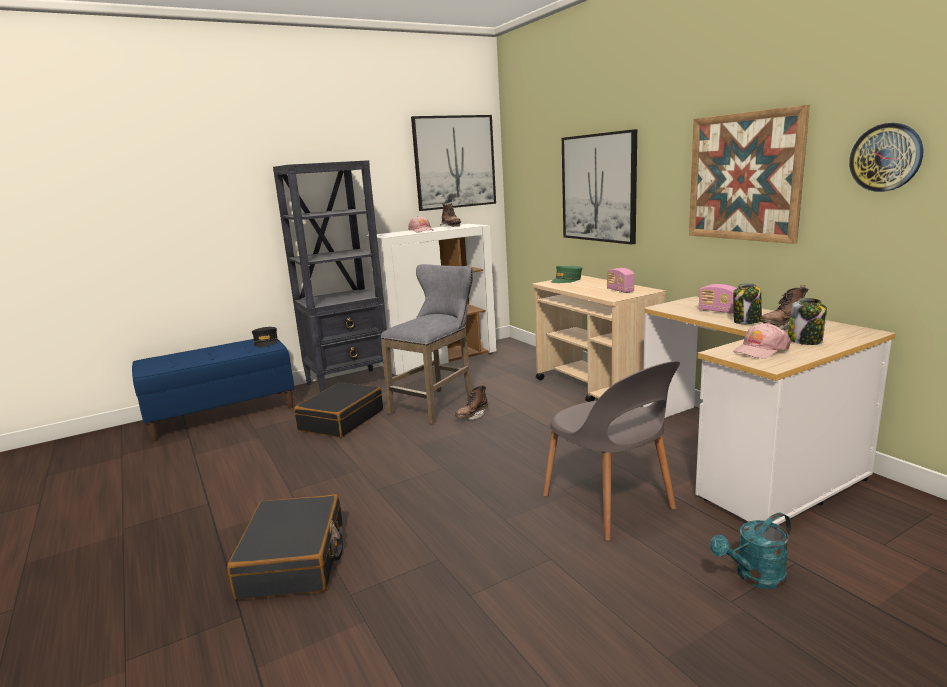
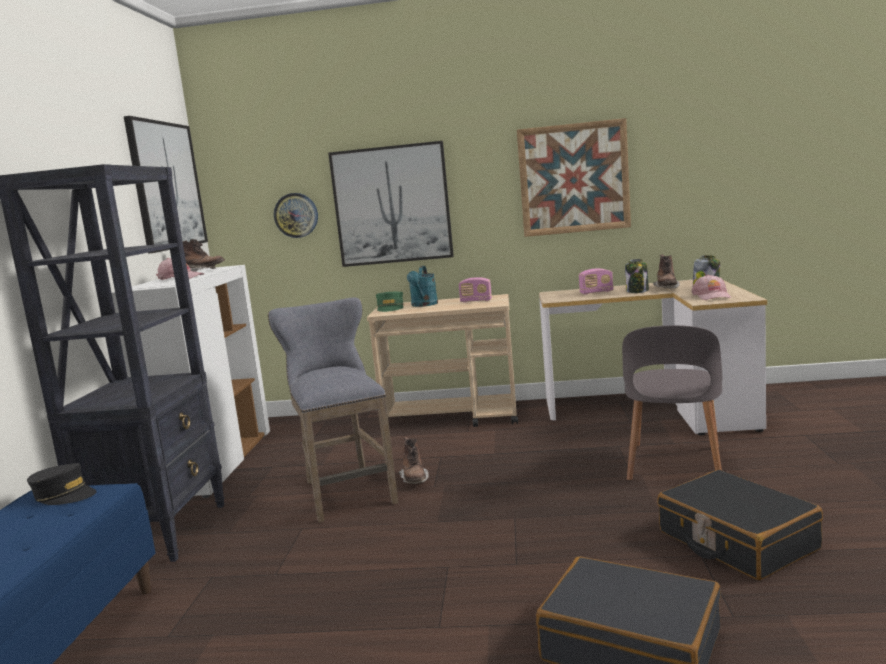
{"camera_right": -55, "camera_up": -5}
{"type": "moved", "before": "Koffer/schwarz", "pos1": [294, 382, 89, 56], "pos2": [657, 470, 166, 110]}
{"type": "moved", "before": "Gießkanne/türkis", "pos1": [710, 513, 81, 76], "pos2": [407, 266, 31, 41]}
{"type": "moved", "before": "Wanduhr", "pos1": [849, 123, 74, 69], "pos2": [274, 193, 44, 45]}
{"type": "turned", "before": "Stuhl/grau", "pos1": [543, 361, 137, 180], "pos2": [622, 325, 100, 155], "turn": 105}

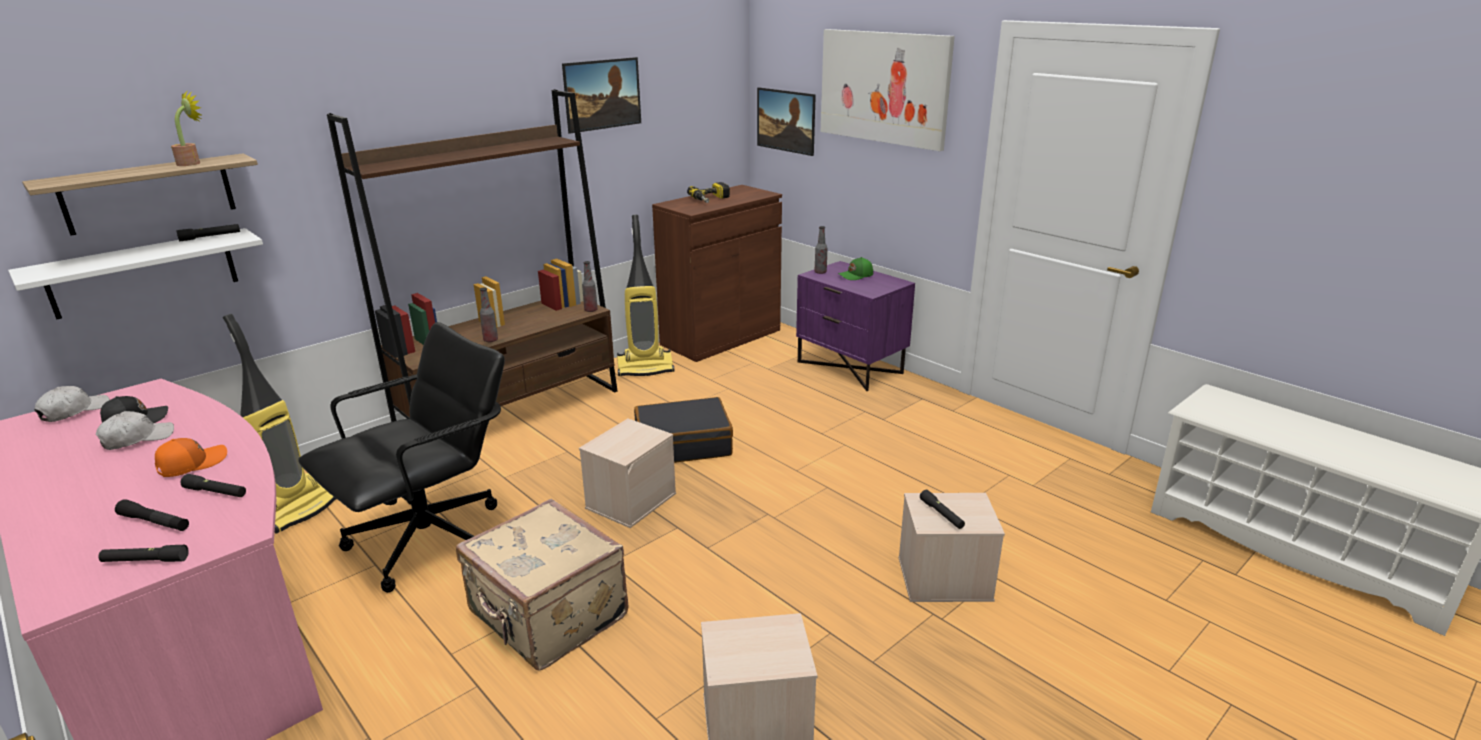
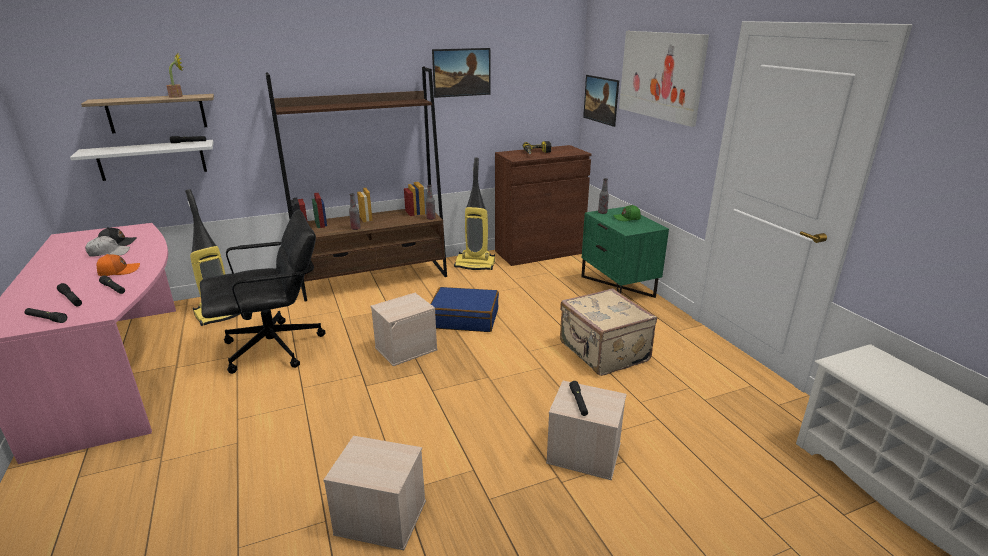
{"camera_right": 20, "camera_up": 0}
{"type": "removed", "before": "Kappe/weiß", "pos1": [34, 386, 76, 36]}
{"type": "moved", "before": "Koffer/beige", "pos1": [456, 499, 172, 171], "pos2": [560, 289, 97, 87]}
{"type": "recoloured", "before": "Koffer/schwarz", "after": "Koffer/blau", "pos1": [634, 397, 99, 66], "pos2": [430, 287, 69, 45]}
{"type": "recoloured", "before": "Nachttisch/lila", "after": "Nachttisch/grün", "pos1": [796, 261, 119, 130], "pos2": [581, 207, 88, 91]}

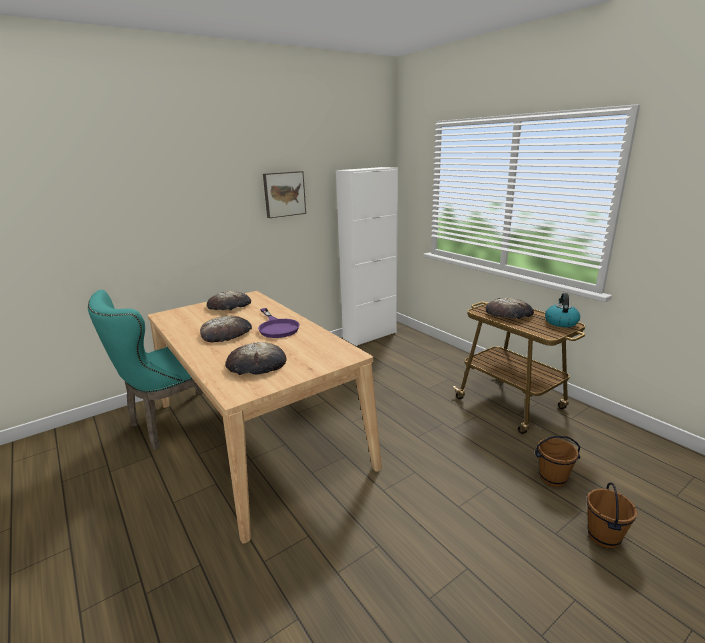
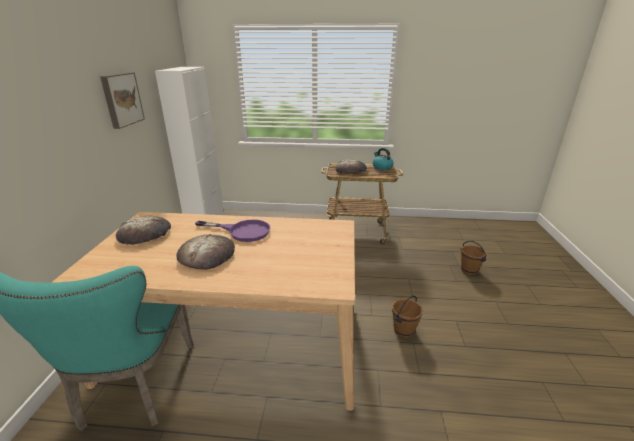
{"camera_right": -50, "camera_up": 5}
{"type": "removed", "before": "Brot", "pos1": [225, 342, 61, 33]}
{"type": "moved", "before": "Eimer/braun", "pos1": [535, 436, 45, 51], "pos2": [392, 296, 31, 42]}

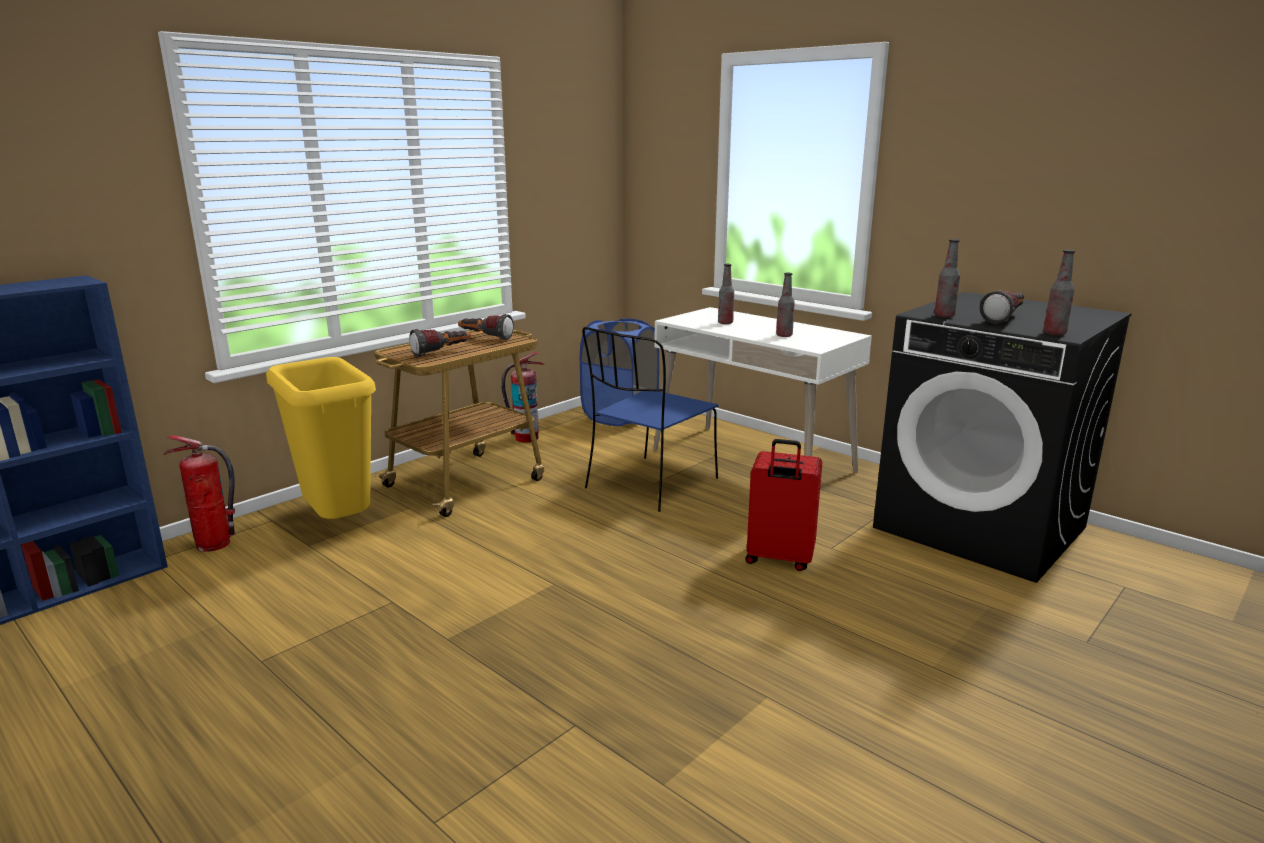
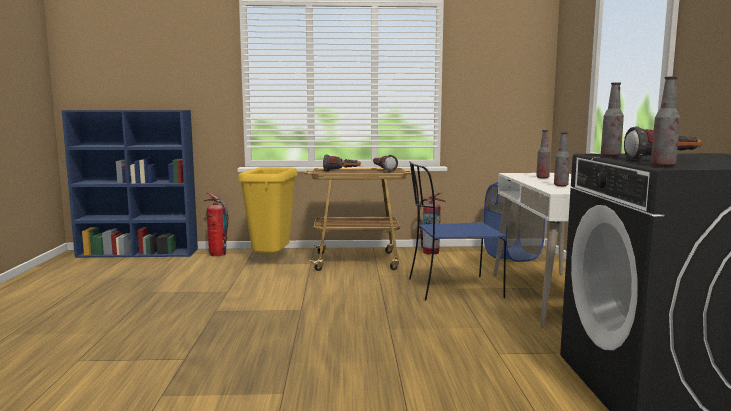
{"camera_right": 45, "camera_up": -10}
{"type": "removed", "before": "Koffer/rot", "pos1": [745, 439, 77, 132]}

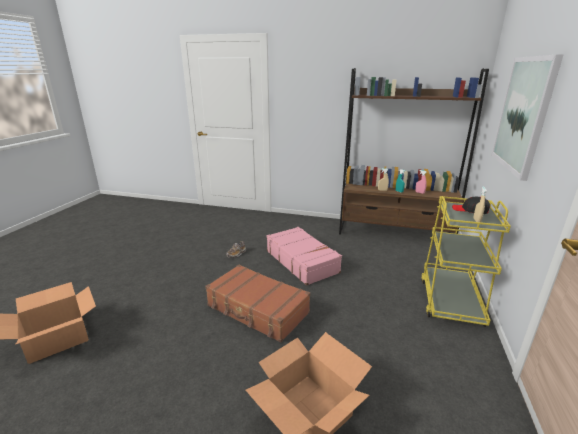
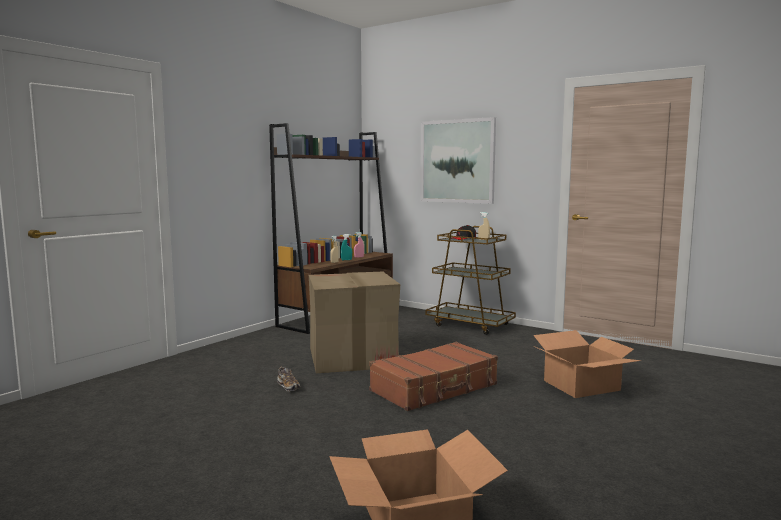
{"camera_right": -70, "camera_up": -15}
{"type": "replaced", "before": "Koffer/rosa", "after": "Karton", "pos1": [267, 227, 75, 59], "pos2": [309, 272, 91, 101]}
{"type": "recoloured", "before": "Rollwagen/gelb", "after": "Rollwagen/braun", "pos1": [421, 196, 90, 131], "pos2": [426, 226, 90, 109]}

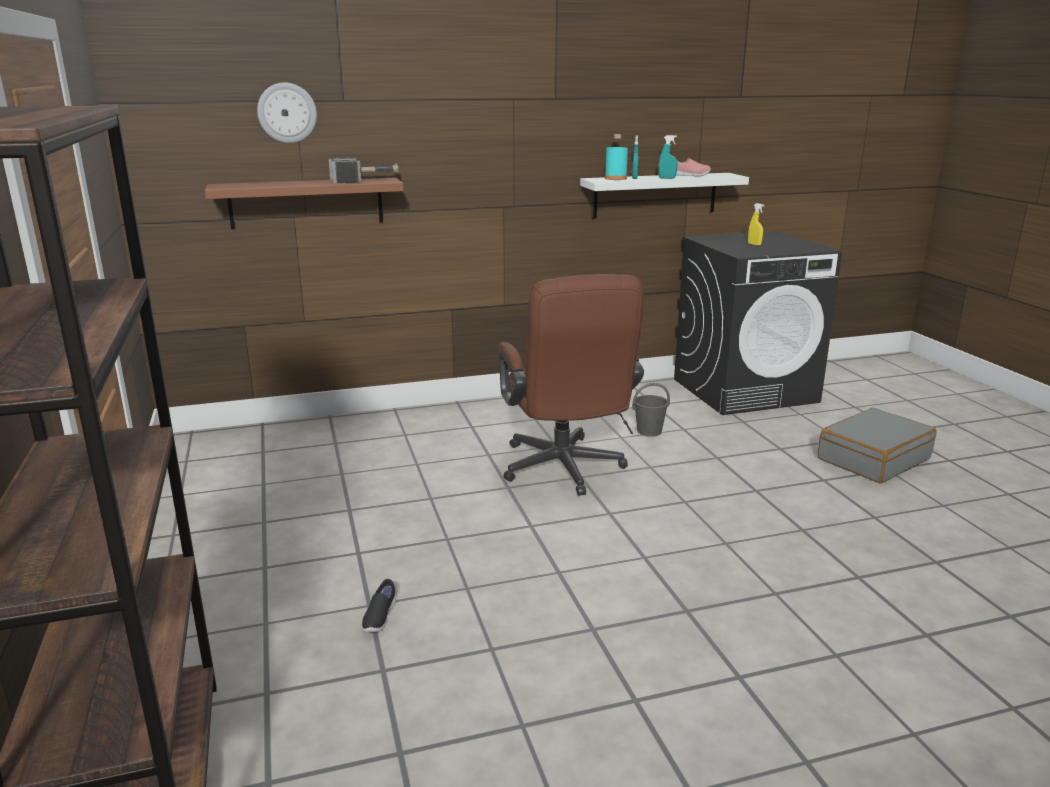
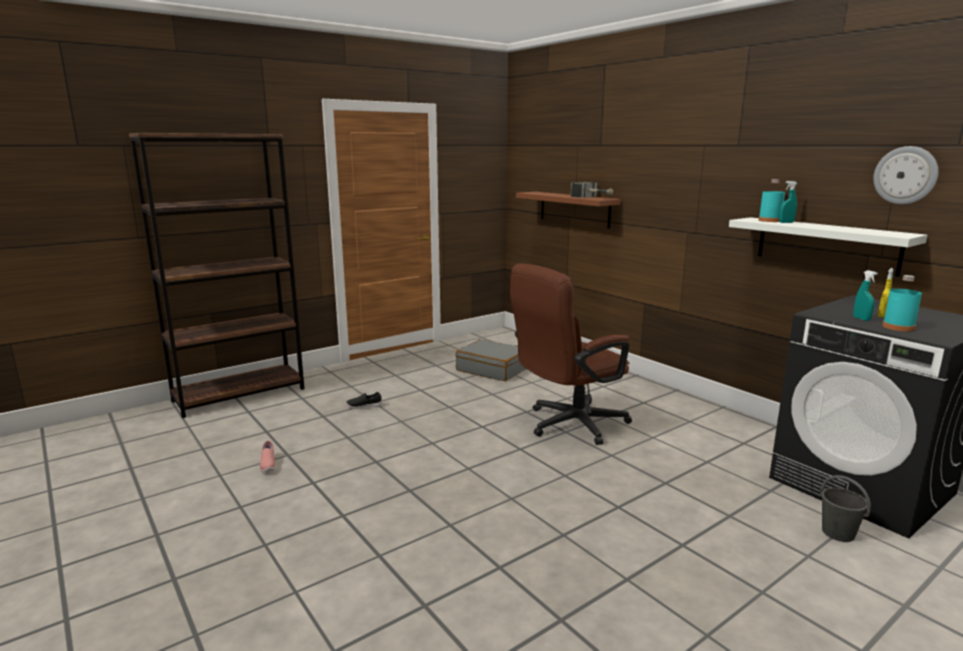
{"camera_right": 70, "camera_up": -5}
{"type": "added", "after": "Flasche/türkis", "pos2": [882, 275, 40, 57]}
{"type": "moved", "before": "Wanduhr", "pos1": [257, 82, 60, 61], "pos2": [873, 146, 66, 58]}
{"type": "moved", "before": "Eimer/grau", "pos1": [632, 383, 38, 54], "pos2": [820, 475, 51, 67]}
{"type": "moved", "before": "Sprühflasche/türkis", "pos1": [659, 135, 18, 44], "pos2": [853, 270, 25, 51]}
{"type": "moved", "before": "Schuh/rosa", "pos1": [676, 158, 35, 19], "pos2": [260, 440, 16, 33]}
{"type": "moved", "before": "Koffer/grau", "pos1": [817, 408, 120, 75], "pos2": [455, 339, 71, 42]}

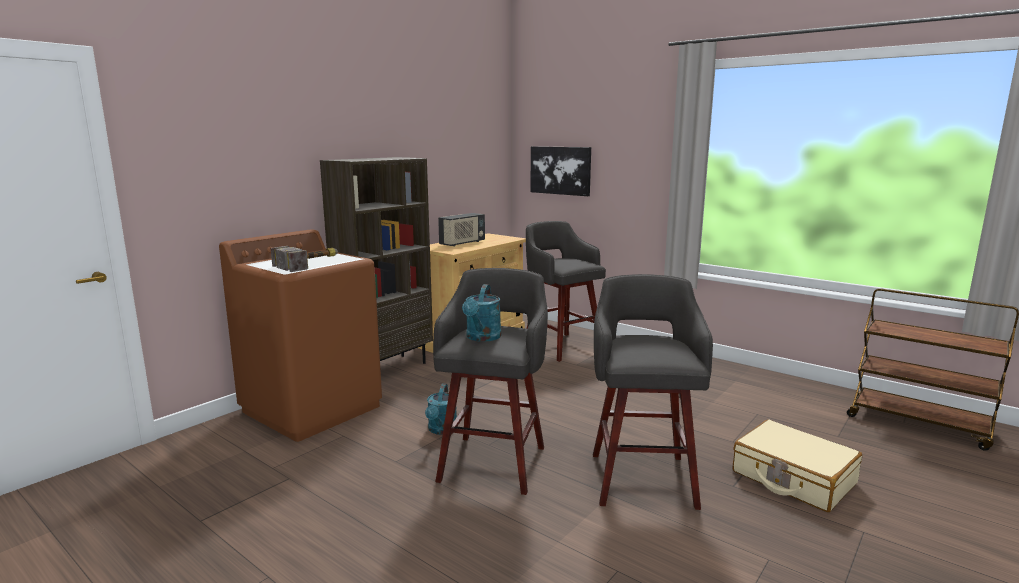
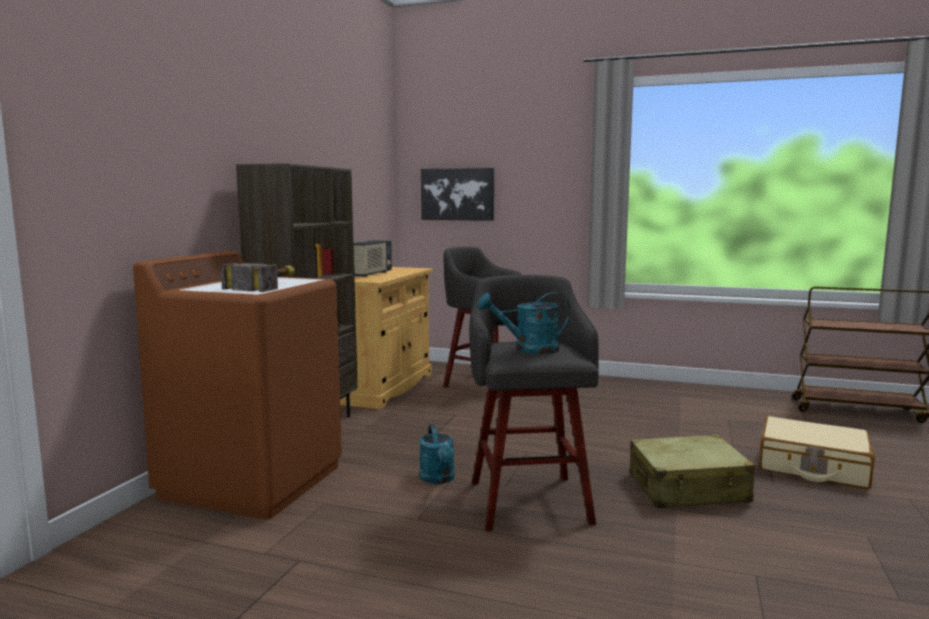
{"camera_right": -20, "camera_up": -5}
{"type": "replaced", "before": "Hocker/grau", "after": "Koffer/beige", "pos1": [593, 274, 120, 236], "pos2": [630, 434, 125, 74]}
{"type": "turned", "before": "Gießkanne/türkis", "pos1": [462, 284, 39, 58], "pos2": [478, 292, 93, 62], "turn": 90}

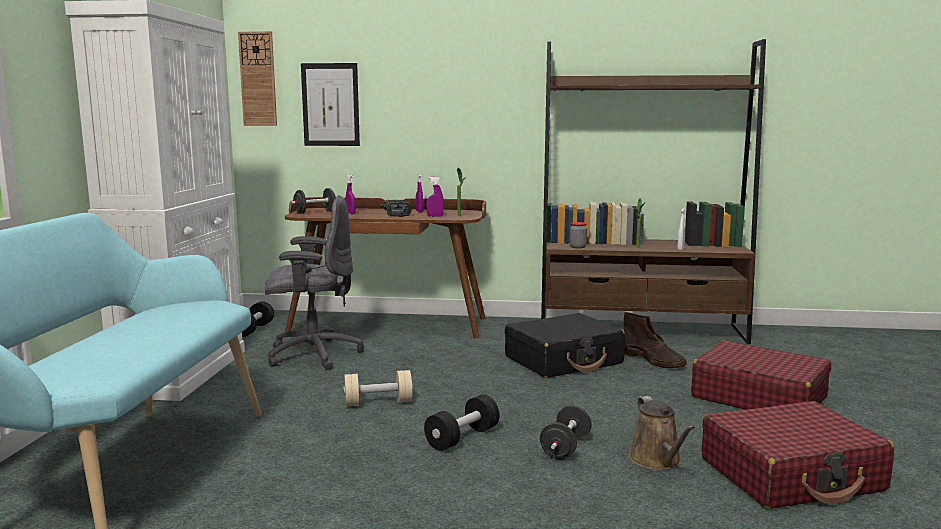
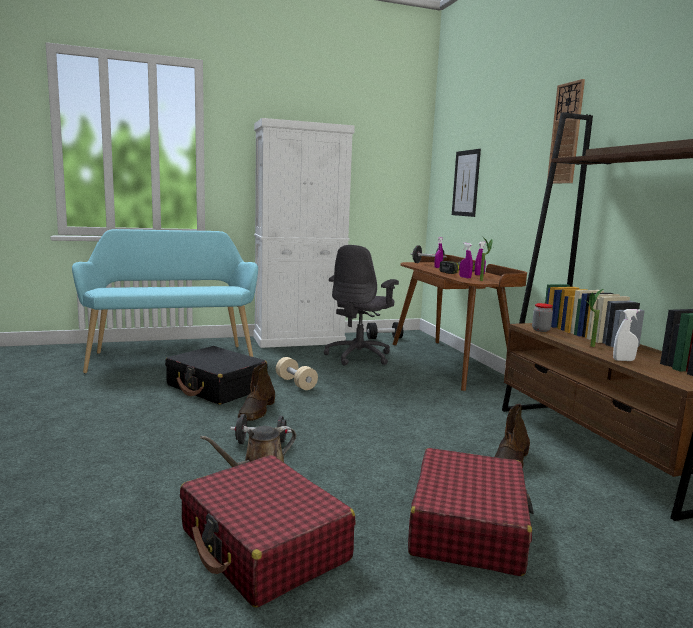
{"camera_right": 65, "camera_up": 0}
{"type": "moved", "before": "Wanduhr", "pos1": [238, 31, 39, 95], "pos2": [547, 79, 38, 105]}
{"type": "moved", "before": "Koffer/schwarz", "pos1": [505, 313, 120, 65], "pos2": [165, 346, 103, 59]}
{"type": "replaced", "before": "Hantel/schwarz", "after": "Stiefel/braun", "pos1": [424, 395, 75, 56], "pos2": [238, 362, 37, 59]}
{"type": "turned", "before": "Bürostuhl/grau", "pos1": [265, 195, 99, 175], "pos2": [324, 245, 75, 121], "turn": 60}

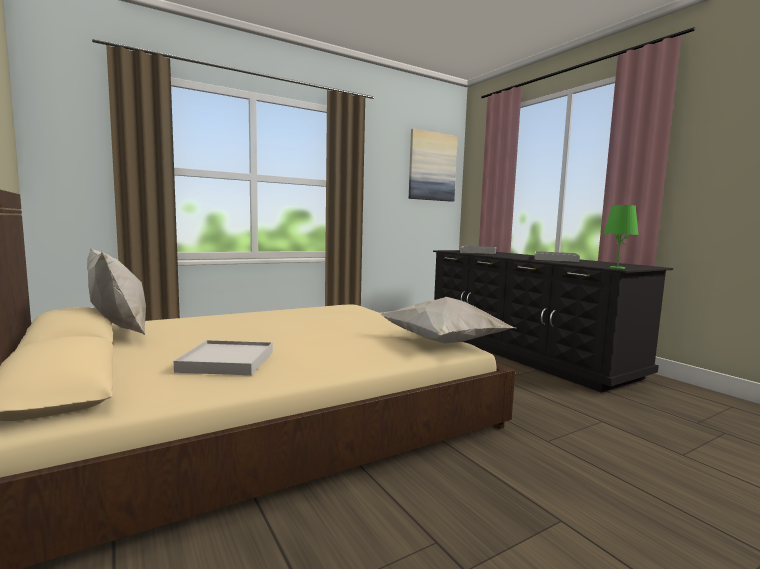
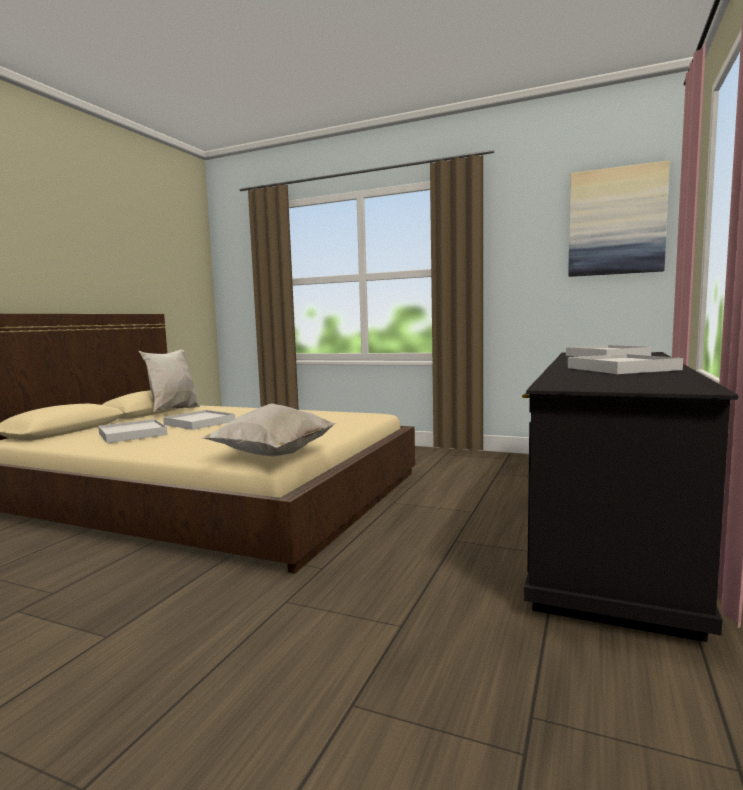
{"camera_right": 55, "camera_up": 0}
{"type": "removed", "before": "Tischlampe/grün", "pos1": [603, 205, 36, 64]}
{"type": "added", "after": "Tablett/weiß", "pos2": [163, 410, 73, 20]}

